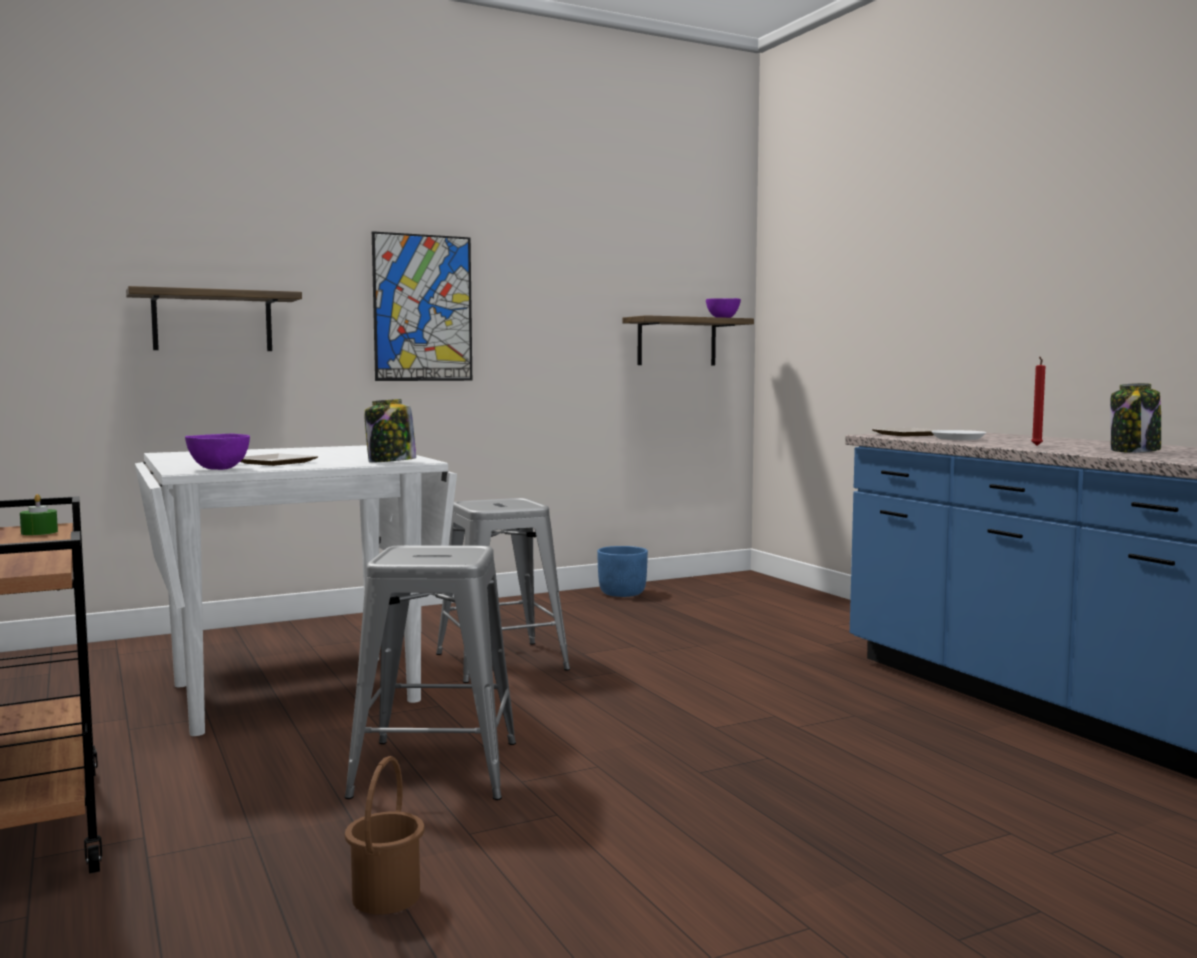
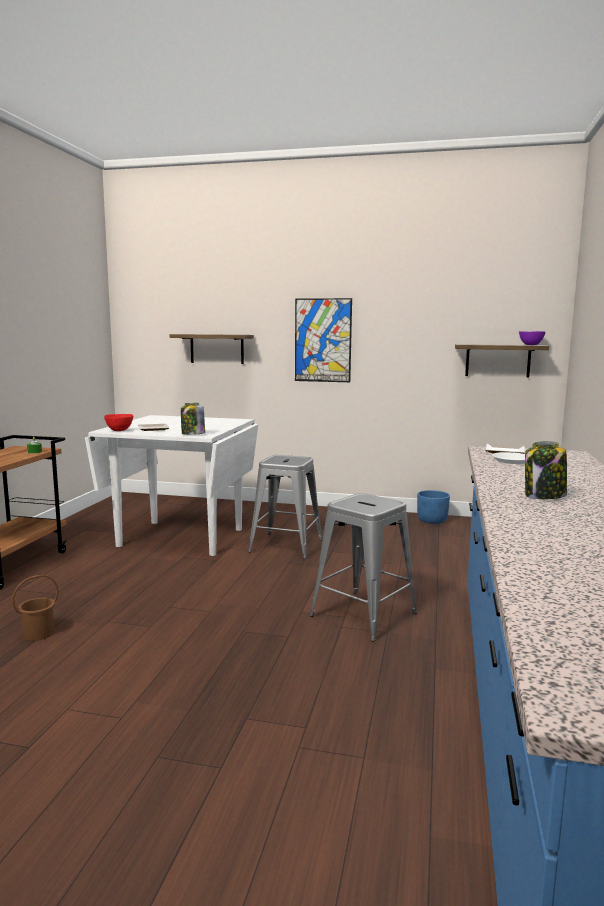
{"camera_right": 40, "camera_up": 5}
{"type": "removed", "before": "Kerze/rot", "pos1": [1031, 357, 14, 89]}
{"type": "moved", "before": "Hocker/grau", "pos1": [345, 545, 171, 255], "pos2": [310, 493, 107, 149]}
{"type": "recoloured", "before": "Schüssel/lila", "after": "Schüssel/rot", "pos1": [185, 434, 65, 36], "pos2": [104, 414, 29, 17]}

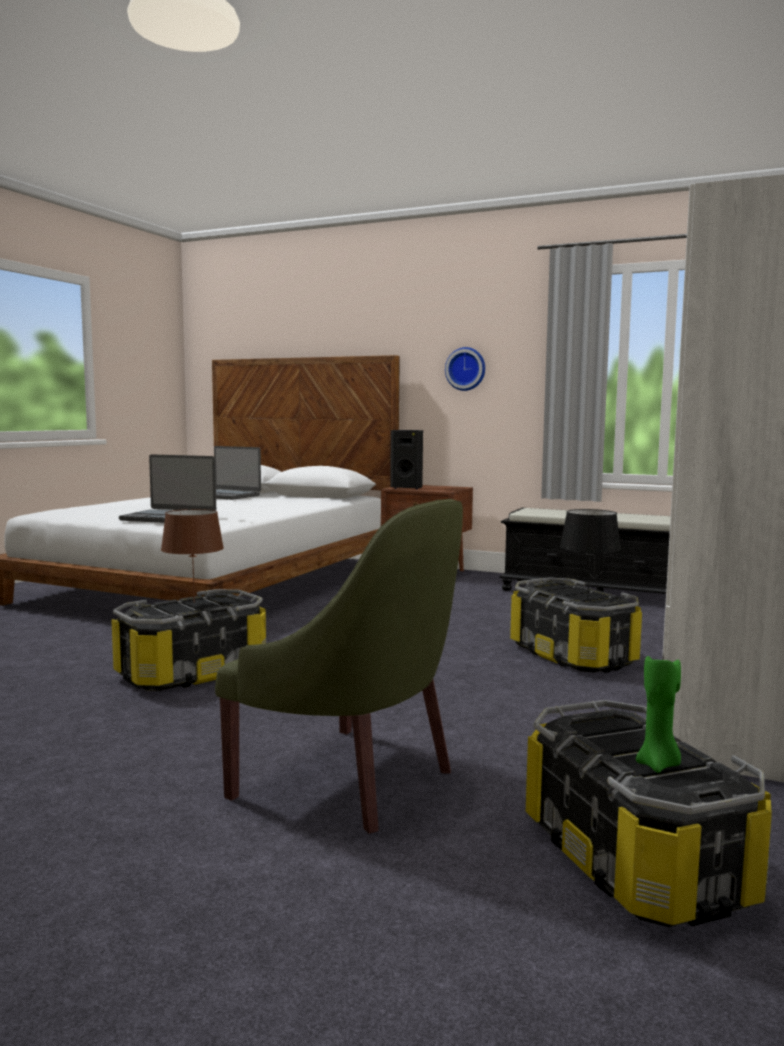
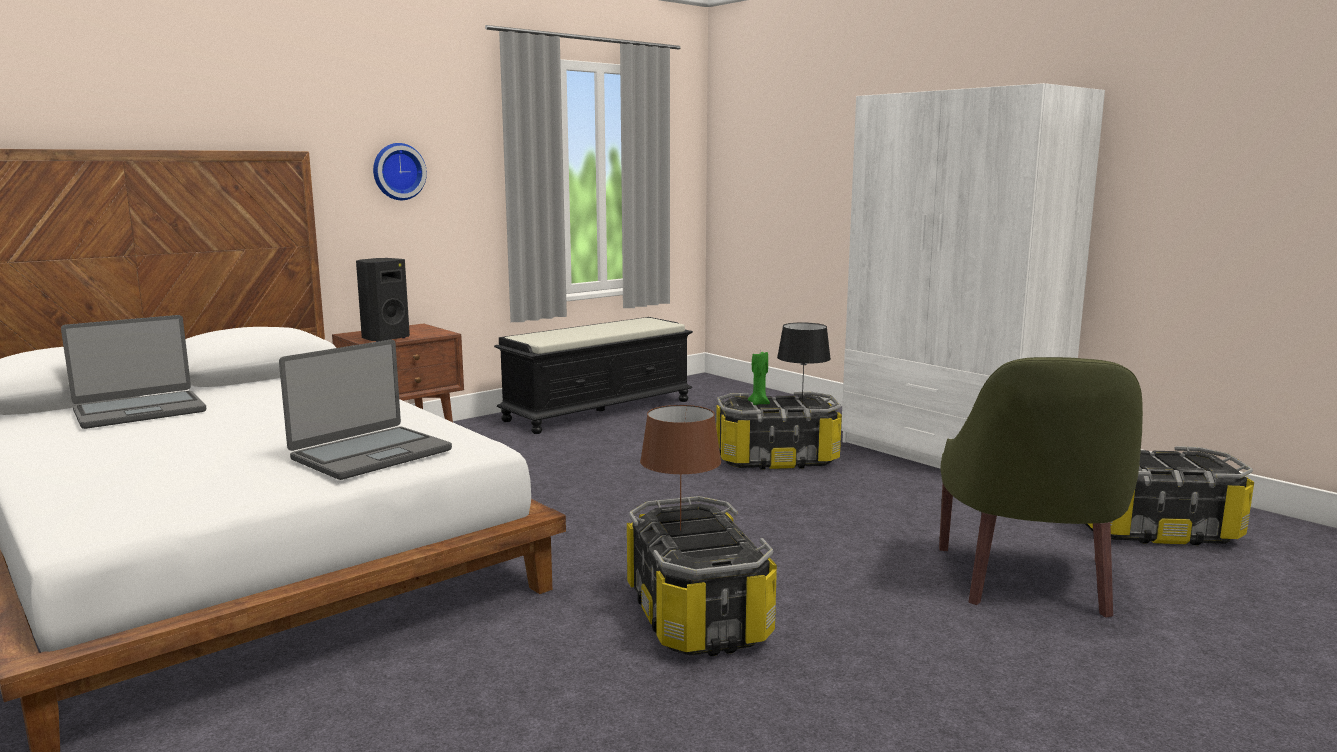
{"camera_right": -65, "camera_up": 5}
{"type": "moved", "before": "Kerze/grün", "pos1": [636, 653, 45, 120], "pos2": [748, 352, 22, 53]}
{"type": "turned", "before": "Sessel/grün", "pos1": [215, 499, 248, 335], "pos2": [939, 357, 204, 261], "turn": 135}

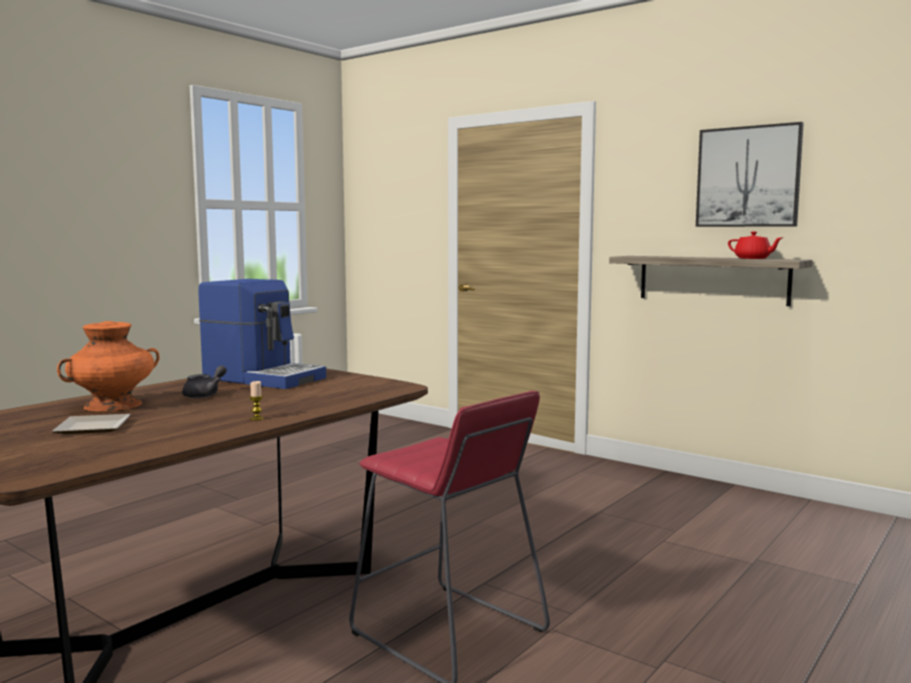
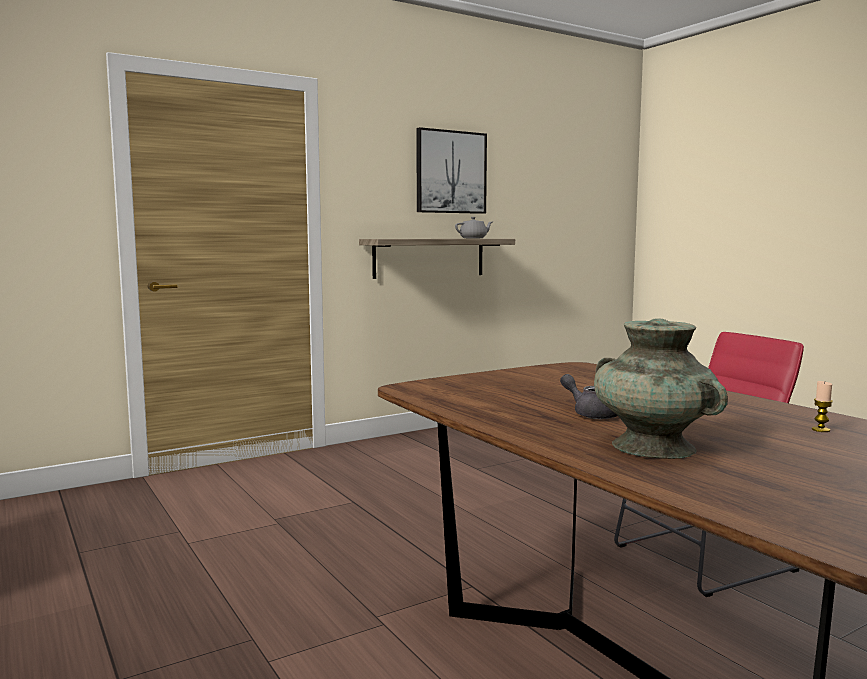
{"camera_right": -70, "camera_up": 0}
{"type": "removed", "before": "Teller", "pos1": [51, 414, 80, 20]}
{"type": "removed", "before": "Kaffeemaschine", "pos1": [198, 279, 128, 110]}
{"type": "moved", "before": "Kerze", "pos1": [249, 381, 14, 39], "pos2": [812, 381, 21, 51]}
{"type": "recoloured", "before": "Vase/orange", "after": "Vase/türkis", "pos1": [57, 321, 102, 91], "pos2": [594, 318, 134, 141]}
{"type": "recoloured", "before": "Teekanne/rot", "after": "Teekanne/grau", "pos1": [728, 232, 54, 27], "pos2": [455, 217, 37, 22]}

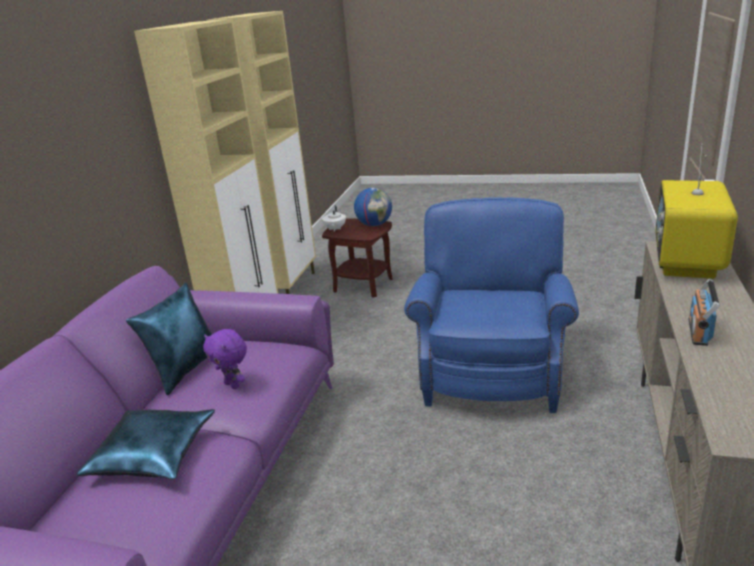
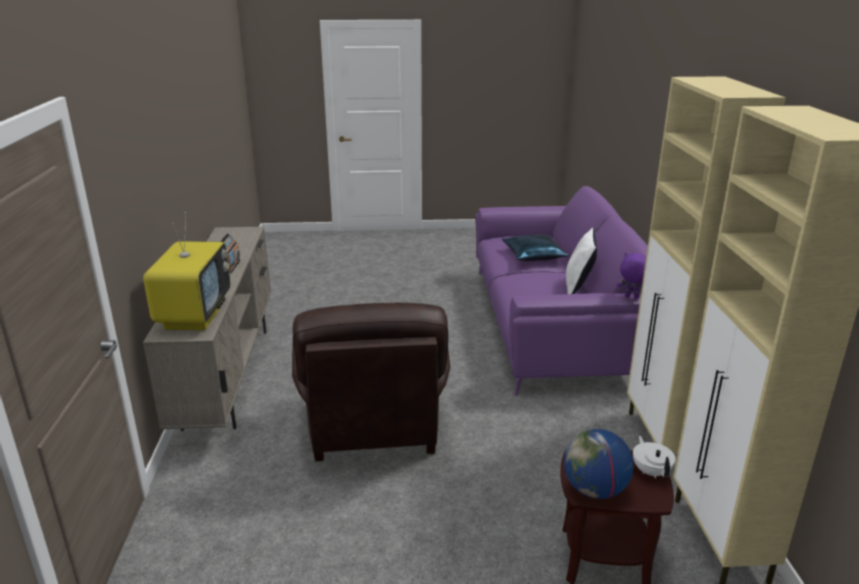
{"camera_right": 160, "camera_up": 0}
{"type": "moved", "before": "Plüschtier/lila", "pos1": [203, 329, 44, 60], "pos2": [616, 253, 30, 46]}
{"type": "recoloured", "before": "Kissen/blau", "after": "Kissen/weiß", "pos1": [126, 283, 86, 112], "pos2": [566, 228, 31, 66]}
{"type": "recoloured", "before": "Sessel/blau", "after": "Sessel/braun", "pos1": [404, 197, 175, 216], "pos2": [292, 302, 158, 160]}

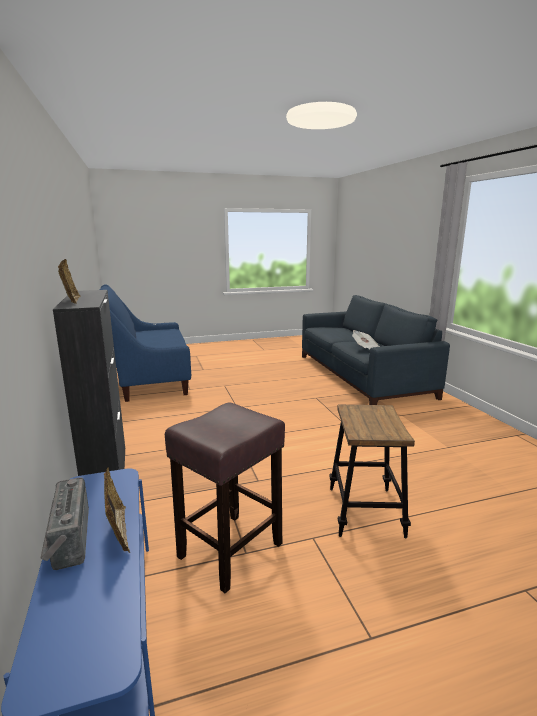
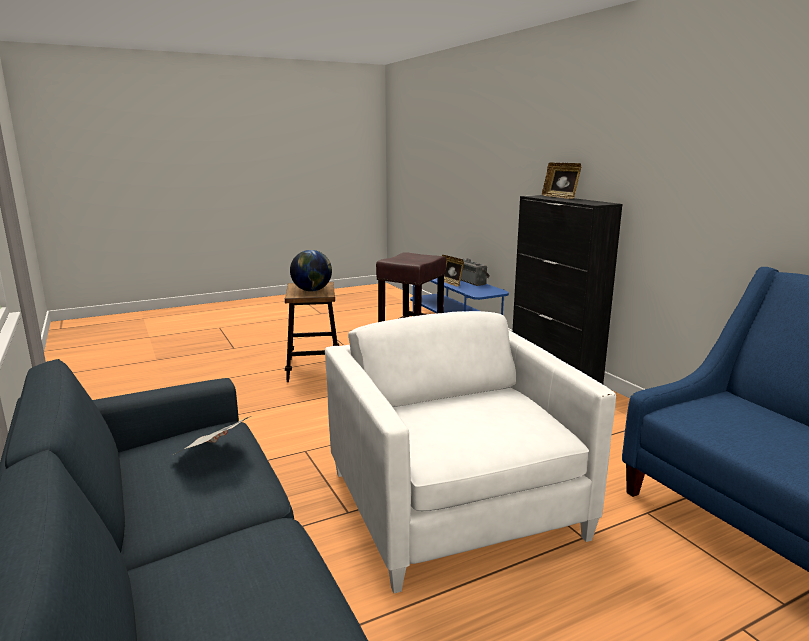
{"camera_right": 170, "camera_up": 0}
{"type": "added", "after": "Globus", "pos2": [290, 250, 42, 41]}
{"type": "added", "after": "Sessel/weiß", "pos2": [325, 311, 291, 282]}

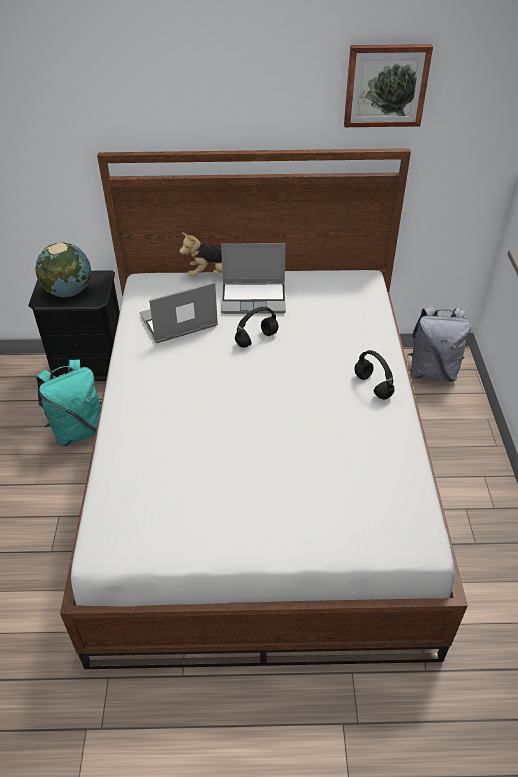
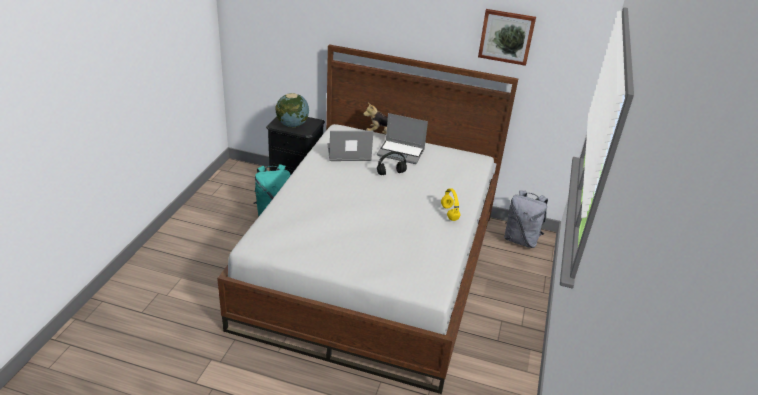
{"camera_right": 15, "camera_up": -10}
{"type": "recoloured", "before": "Kopfhörer/schwarz", "after": "Kopfhörer/gelb", "pos1": [354, 350, 40, 49], "pos2": [441, 188, 19, 33]}

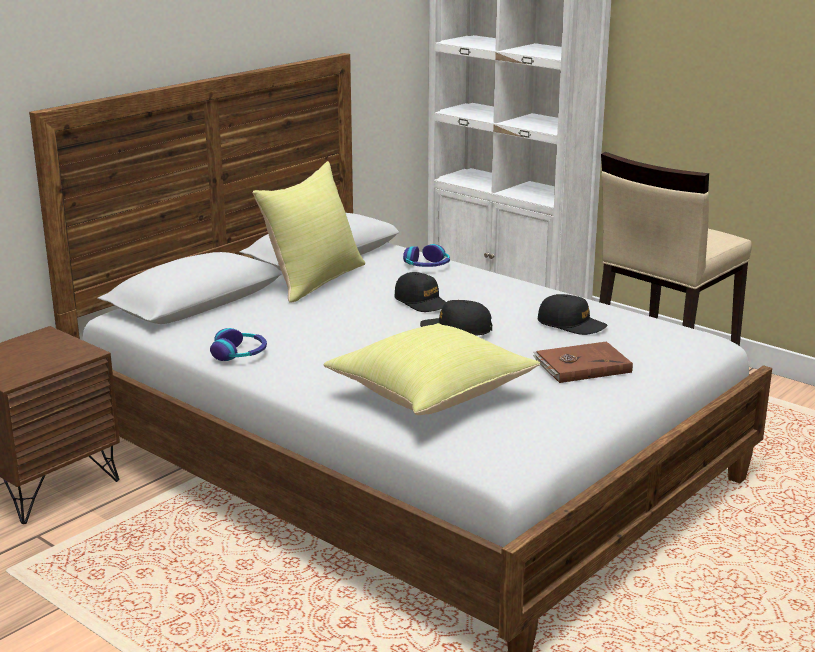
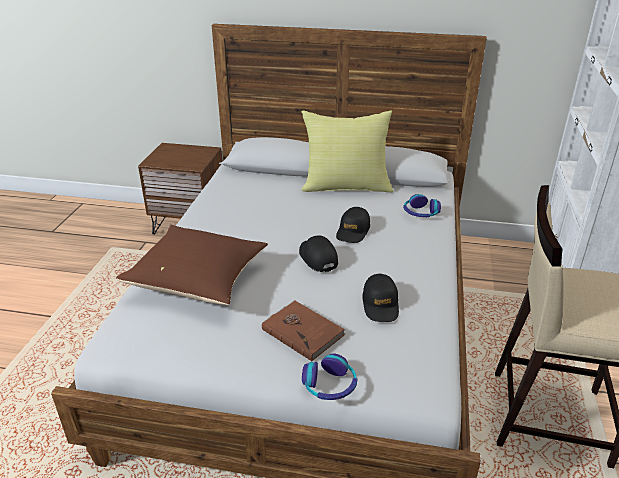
{"camera_right": 60, "camera_up": 10}
{"type": "moved", "before": "Kopfhörer", "pos1": [210, 328, 57, 33], "pos2": [302, 354, 55, 46]}
{"type": "recoloured", "before": "Kissen/gelb", "after": "Kissen/braun", "pos1": [324, 323, 216, 92], "pos2": [116, 225, 152, 80]}

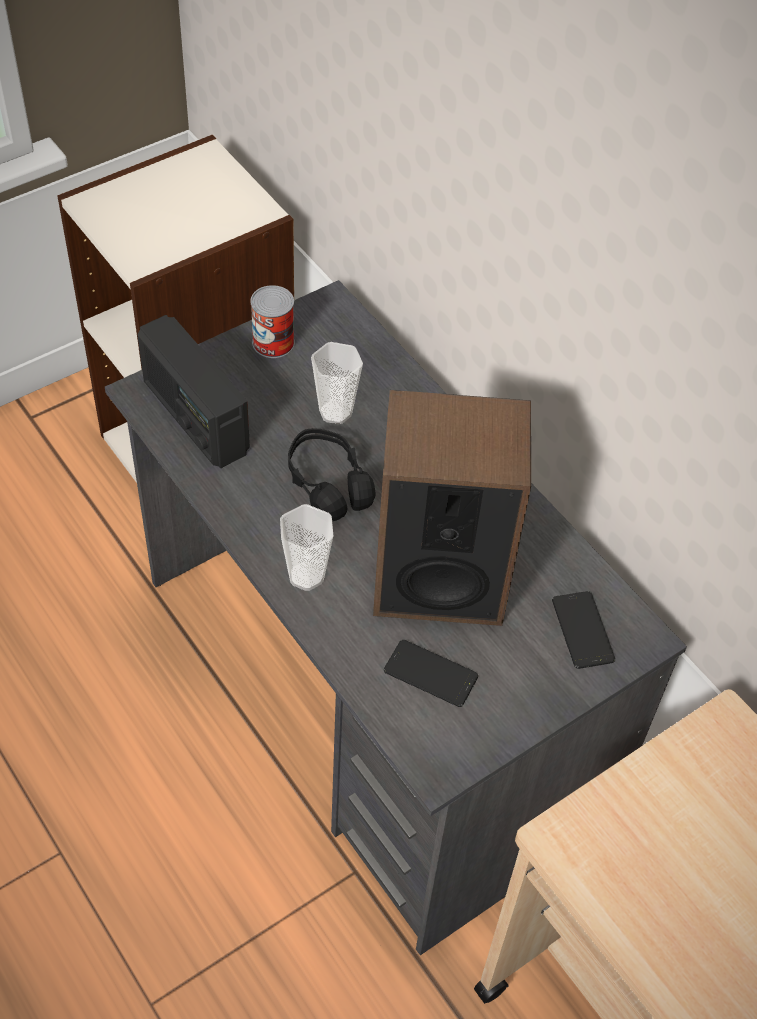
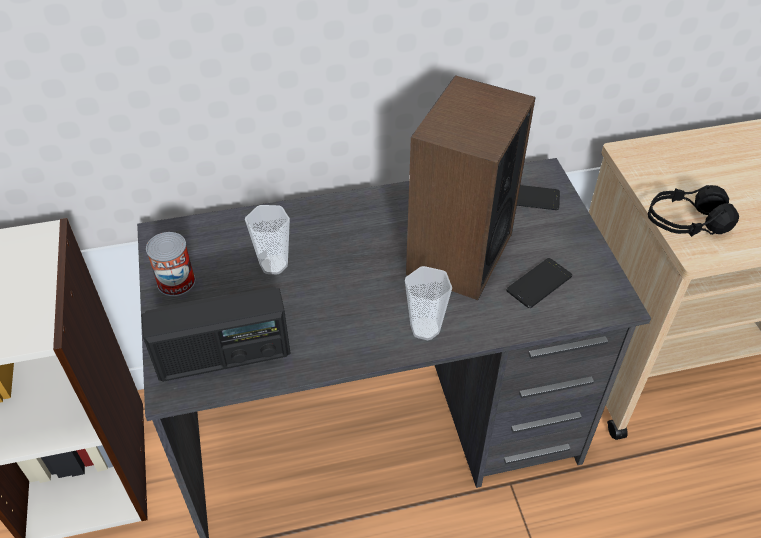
{"camera_right": -65, "camera_up": -5}
{"type": "moved", "before": "Kopfhörer/schwarz", "pos1": [288, 428, 87, 93], "pos2": [648, 185, 91, 52]}

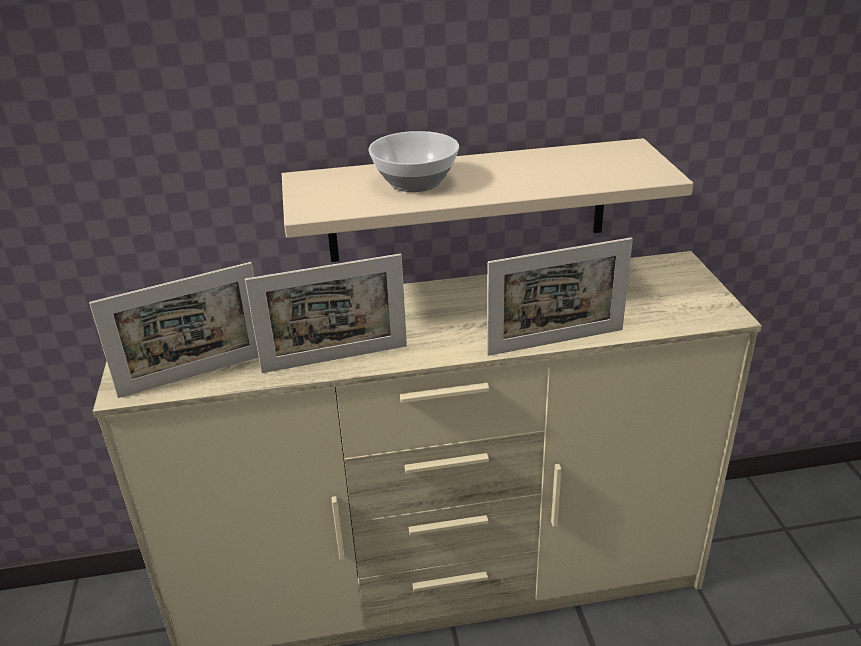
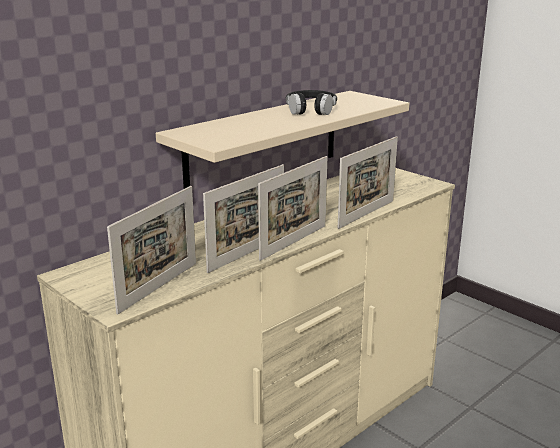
{"camera_right": -35, "camera_up": -10}
{"type": "removed", "before": "Schüssel", "pos1": [368, 131, 91, 61]}
{"type": "added", "after": "Bilderrahmen", "pos2": [258, 156, 69, 105]}
{"type": "added", "after": "Kopfhörer/schwarz", "pos2": [286, 90, 51, 25]}

